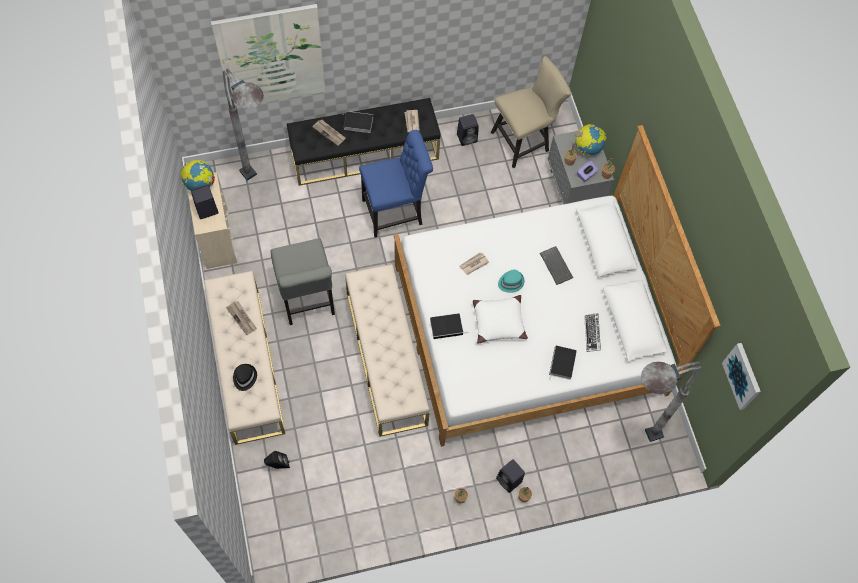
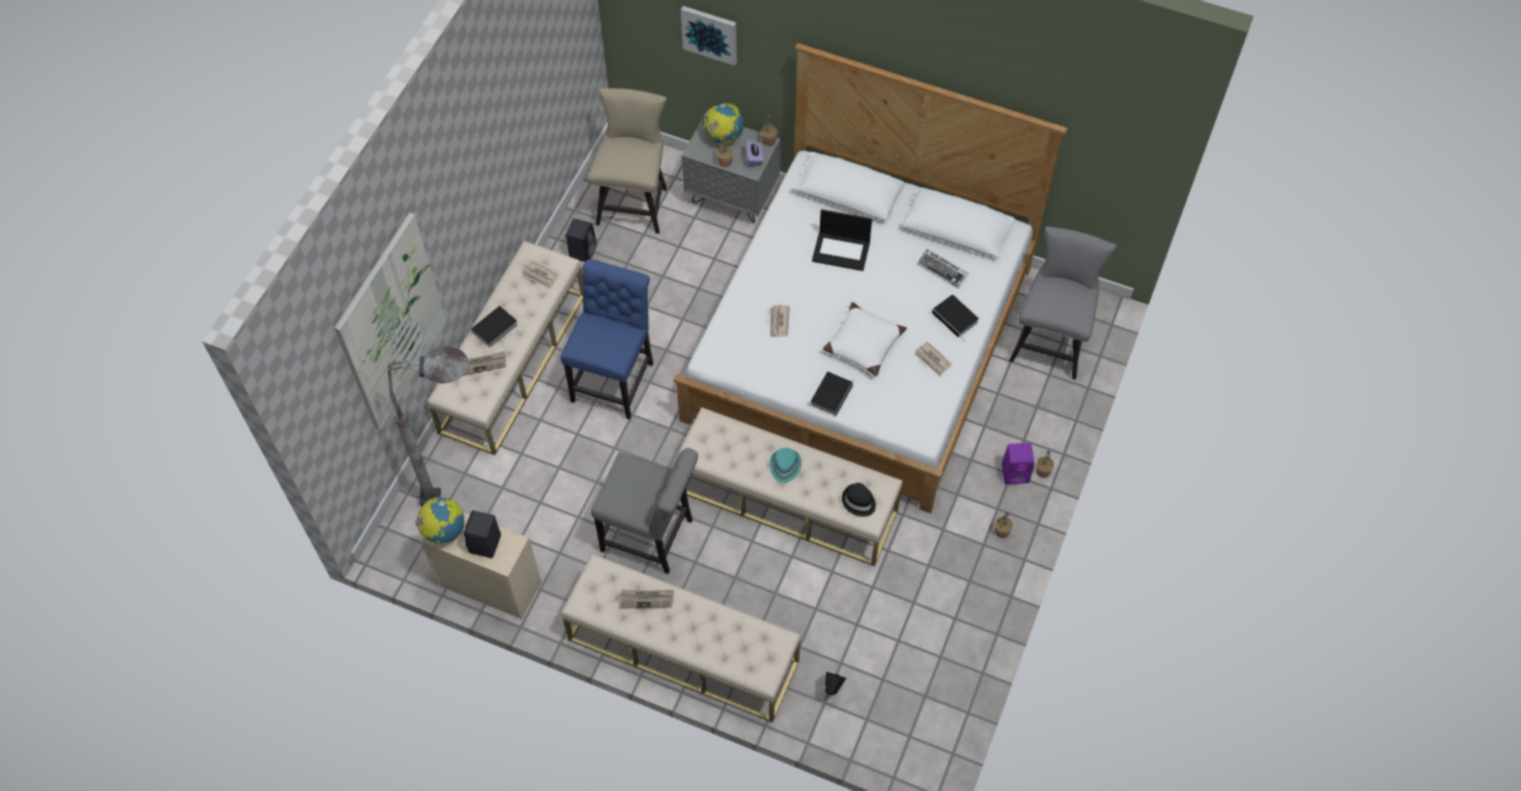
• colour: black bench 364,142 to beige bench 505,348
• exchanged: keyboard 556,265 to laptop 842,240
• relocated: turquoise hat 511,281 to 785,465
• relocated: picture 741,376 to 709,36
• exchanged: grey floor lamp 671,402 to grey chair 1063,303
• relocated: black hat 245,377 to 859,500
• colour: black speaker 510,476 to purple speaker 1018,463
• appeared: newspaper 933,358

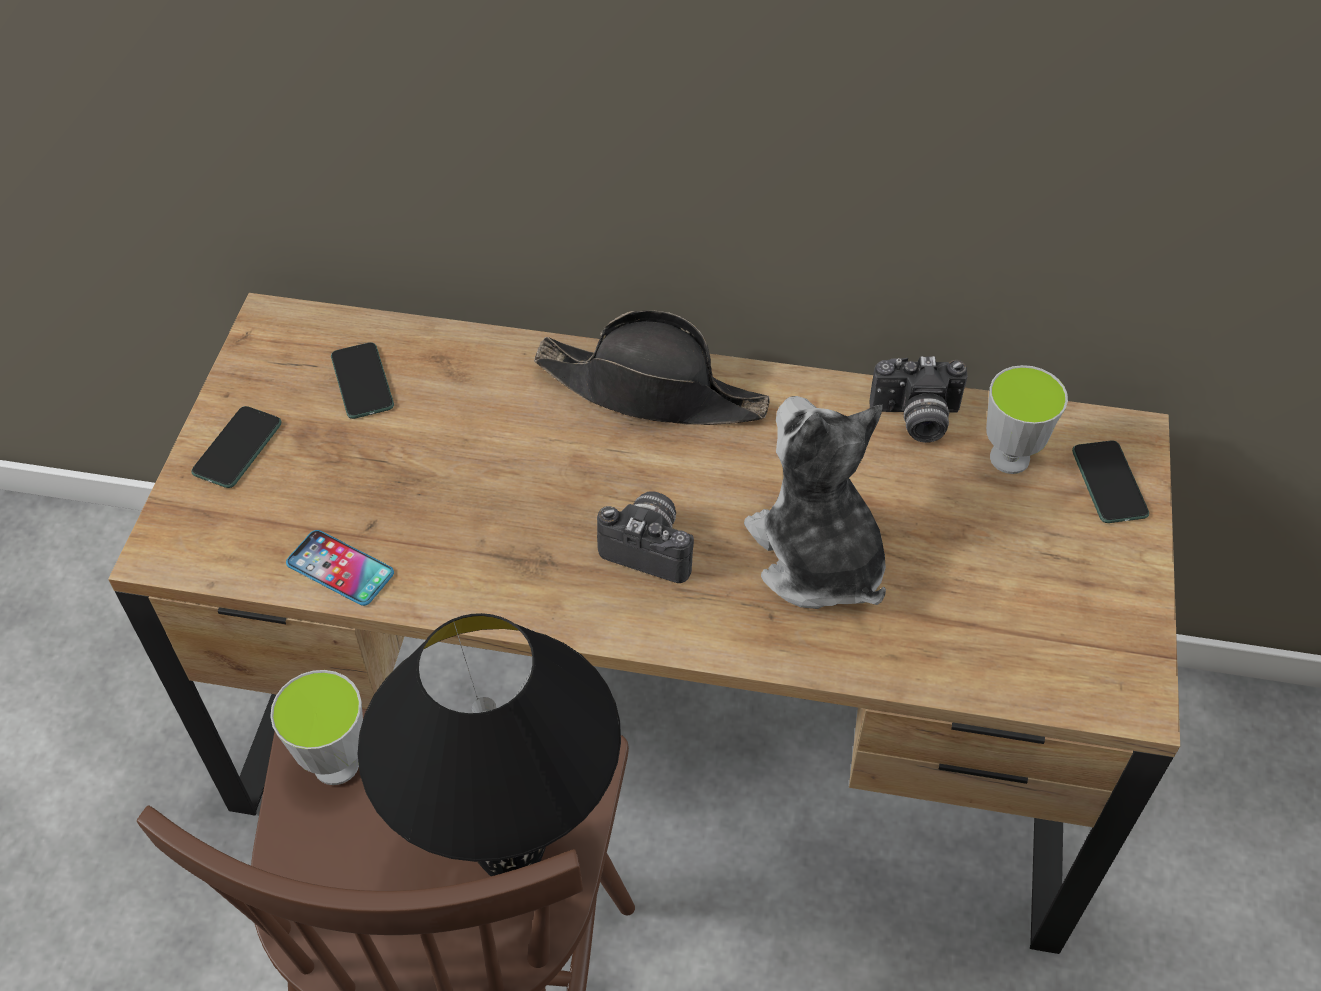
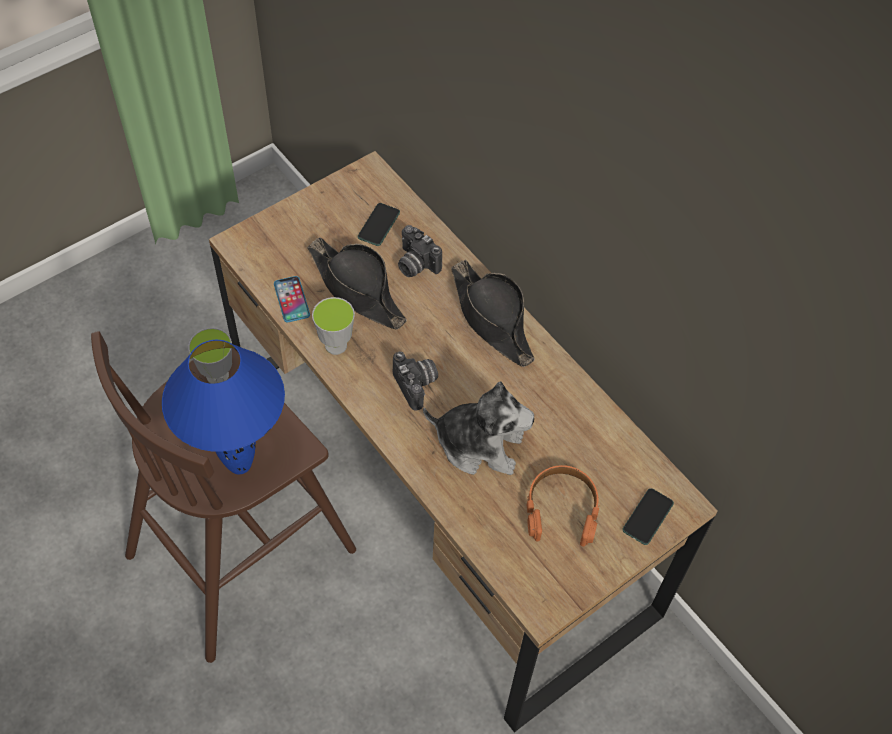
• relocated: photo camera 918,399 to 420,251
• relocated: cup 1027,419 to 333,326
• spun: plush toy 815,502 = 478,428 90 degrees clockwise
• missing: phone 236,447
• colour: black table lamp 489,744 to blue table lamp 223,407
• appeared: black hat 357,283
• appeared: orange headphones 563,506

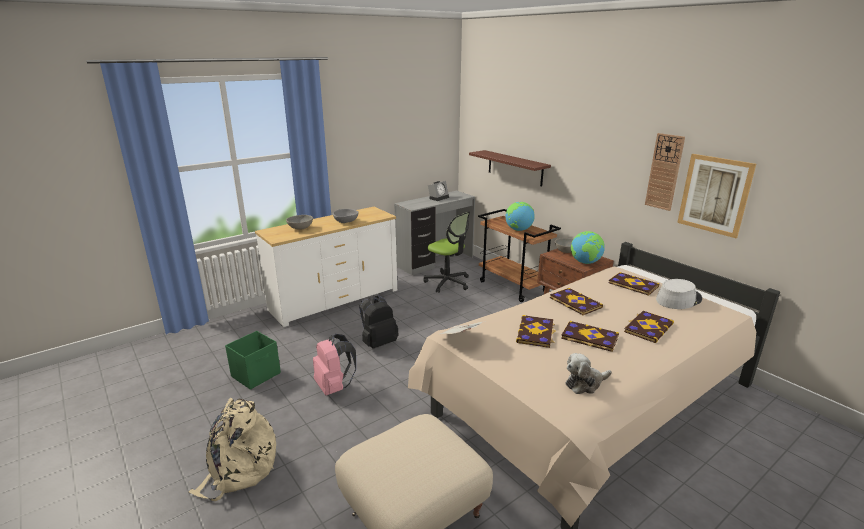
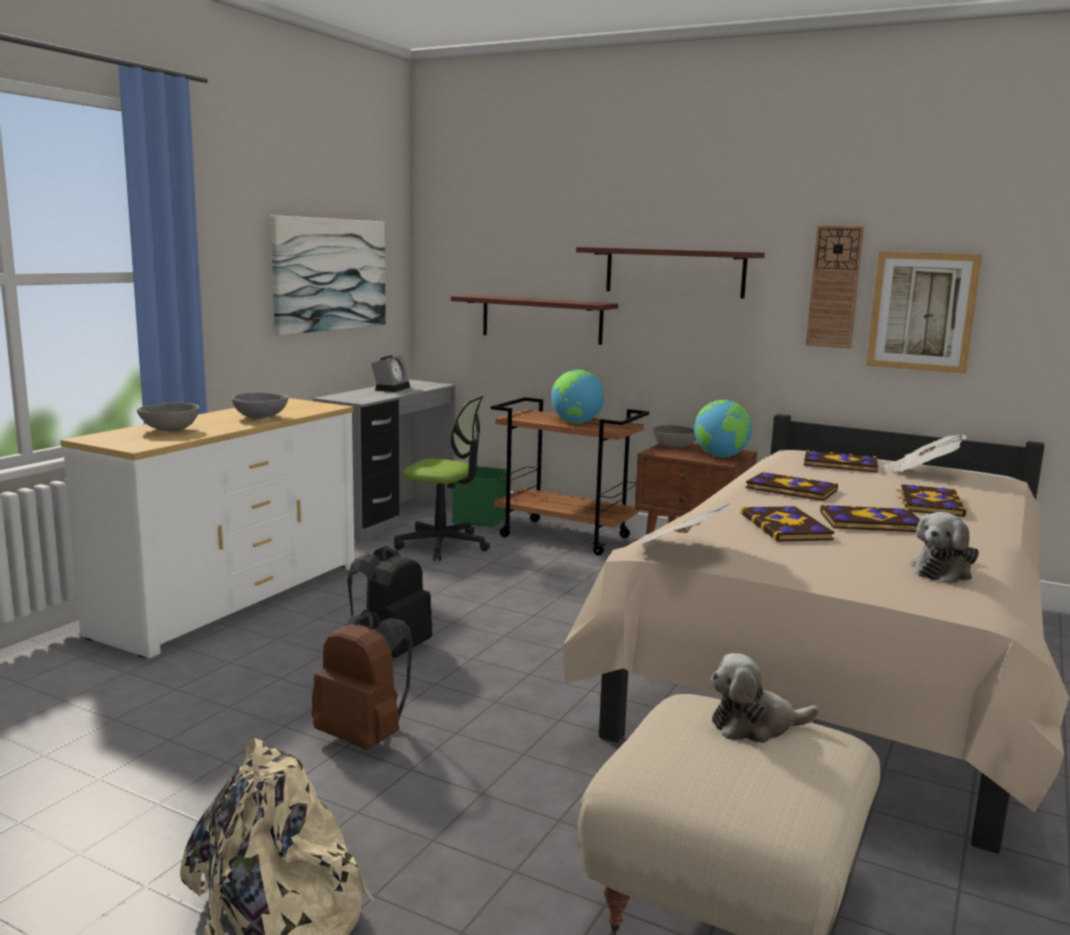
• exchanged: grey hat 679,294 to newspaper 925,453
• relocated: green storage box 253,360 to 479,496
• colour: pink backpack 334,364 to brown backpack 362,680
• appeared: picture 328,275
• appeared: shelf 670,273
• appeared: plush toy 764,698

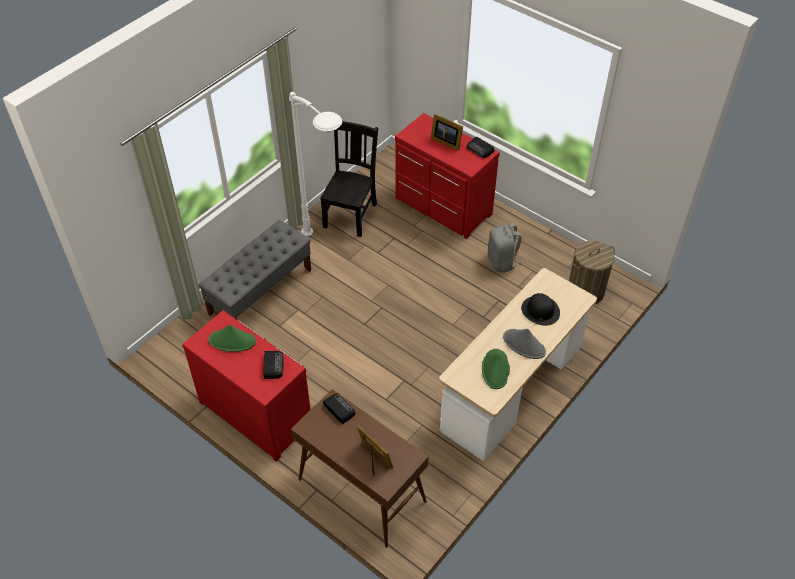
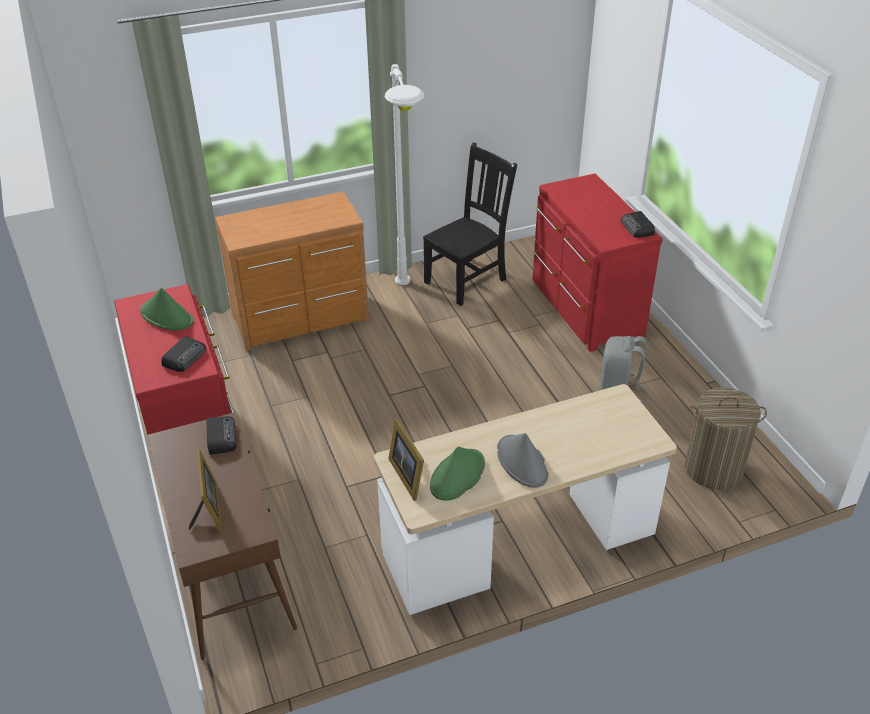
• relocated: picture frame 447,132 to 406,460
• exchanged: grey bench 254,270 to brown dresser 292,271
• missing: black hat 540,309

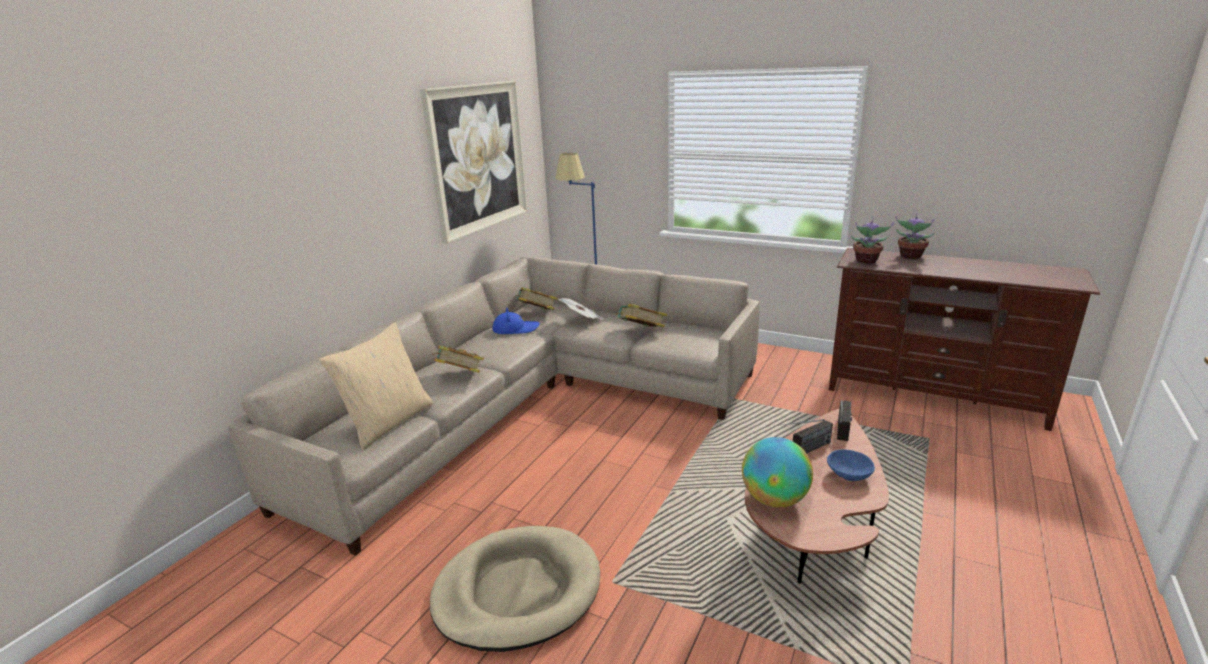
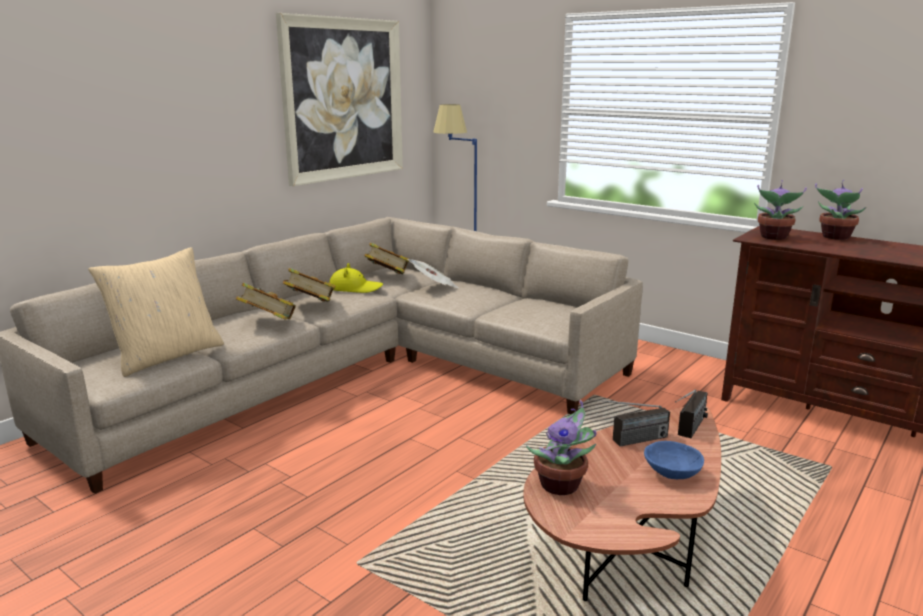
• relocated: book 642,315 to 309,285
• colour: blue hat 516,321 to yellow hat 356,278
• exchanged: globe 777,472 to potted plant 561,447
• missing: beige dog bed 515,589

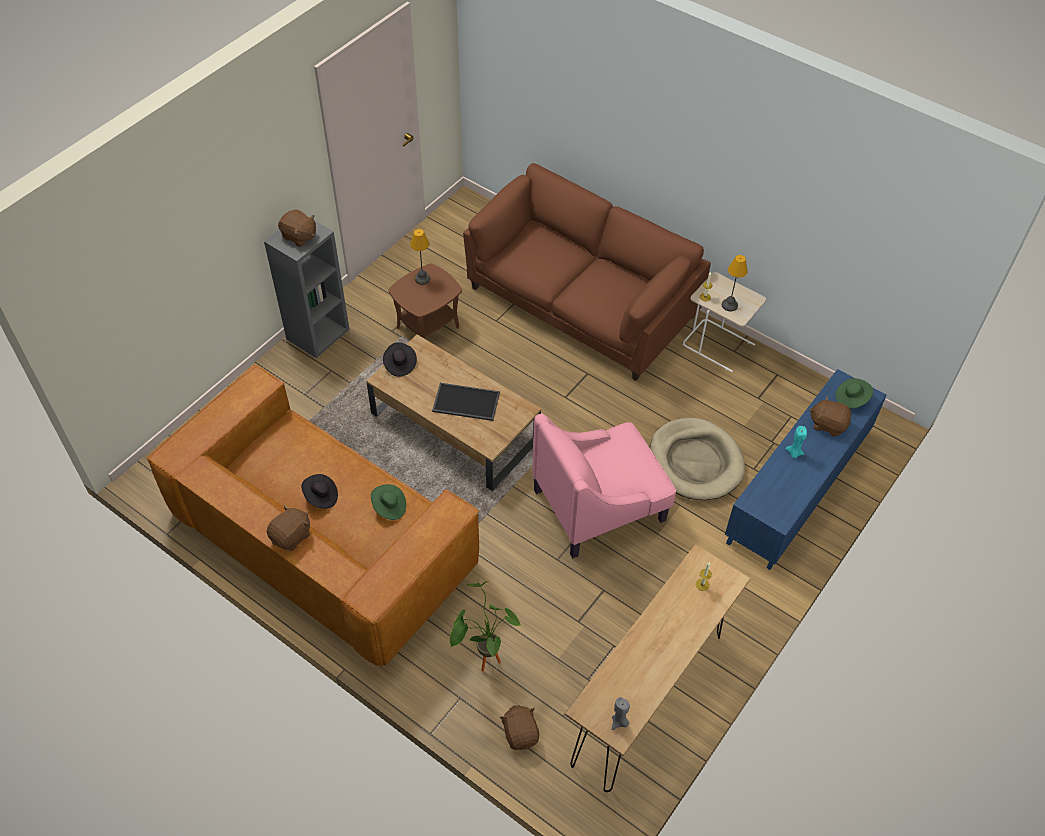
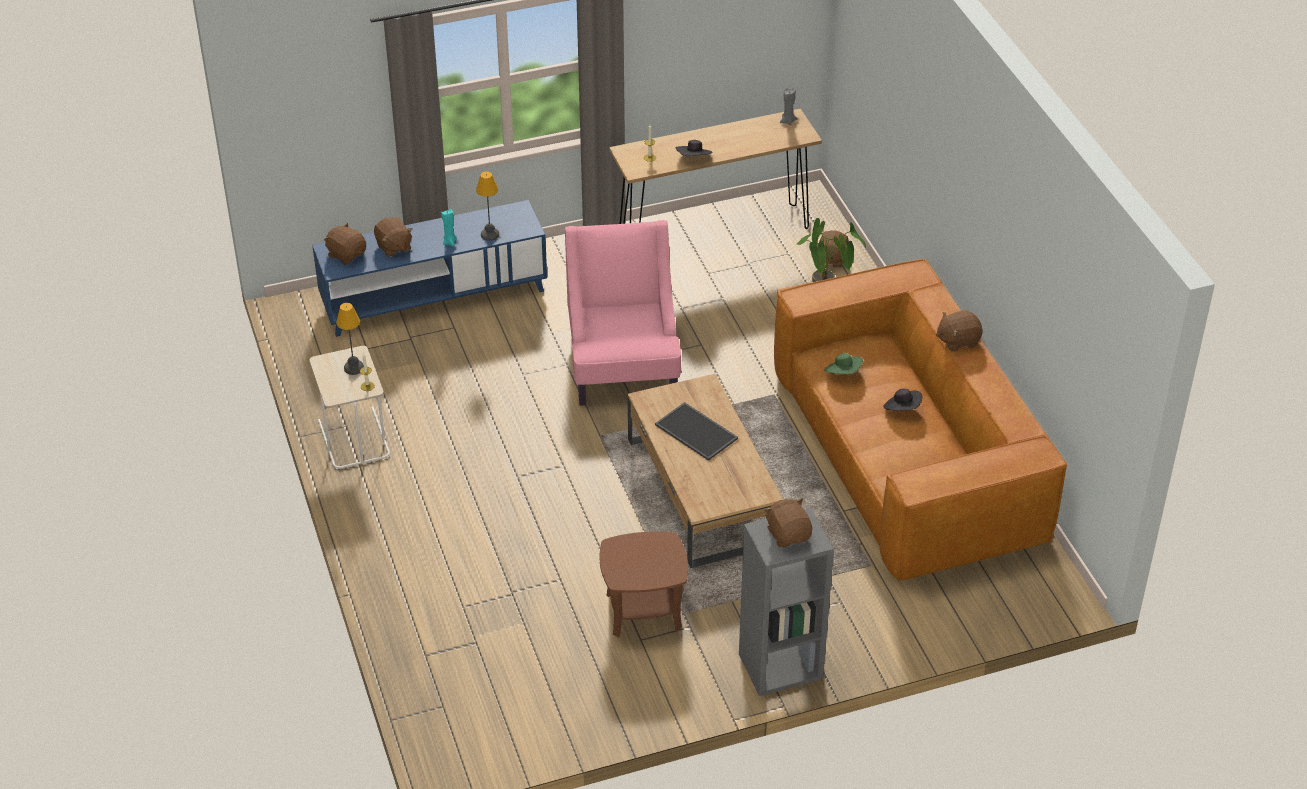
• missing: brown sofa 587,272
• relocated: table lamp 420,257 to 487,206
• relocated: black hat 400,360 to 694,148
• exchanged: green hat 854,393 to brown plush toy 345,244
• spun: pink armchair 604,486 = 623,313 105 degrees counterclockwise
• missing: beige dog bed 697,459

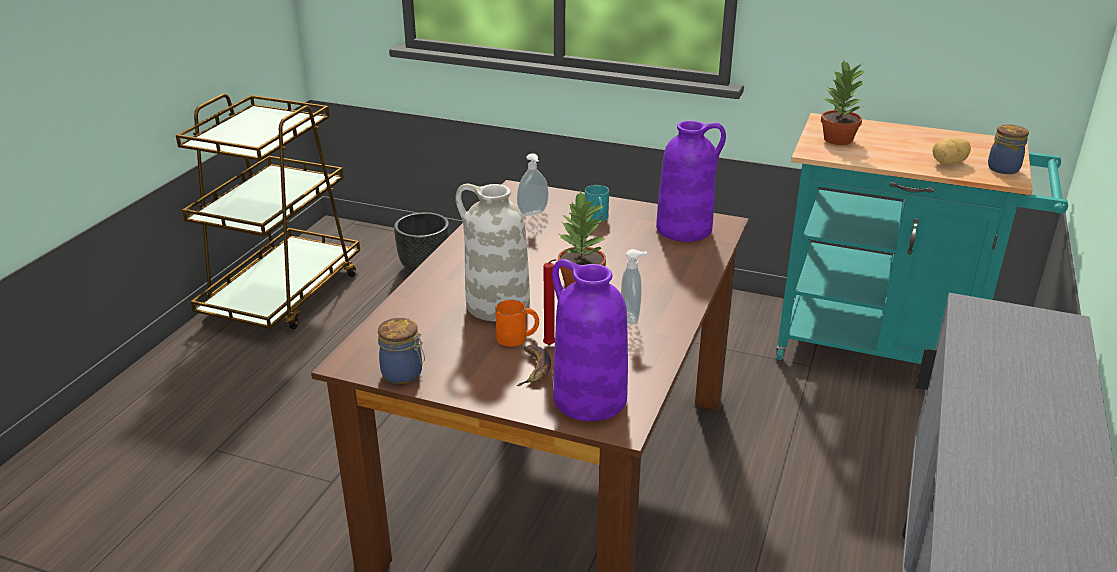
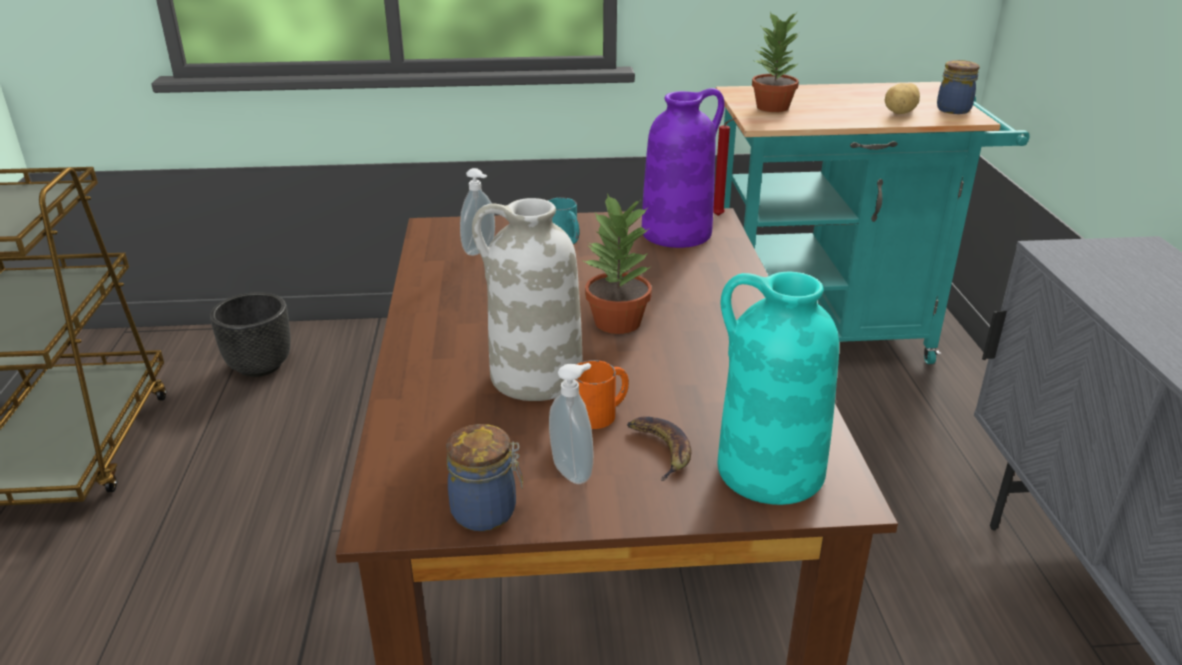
• relocated: soap dispenser 634,286 to 571,423
• relocated: red candle 549,302 to 724,167
• colour: purple vase 590,340 to turquoise vase 778,388

